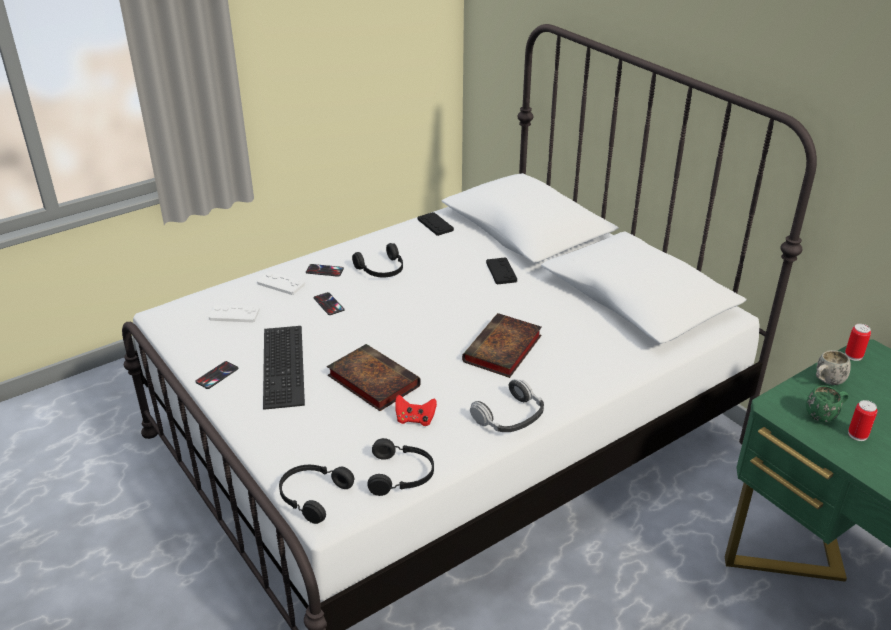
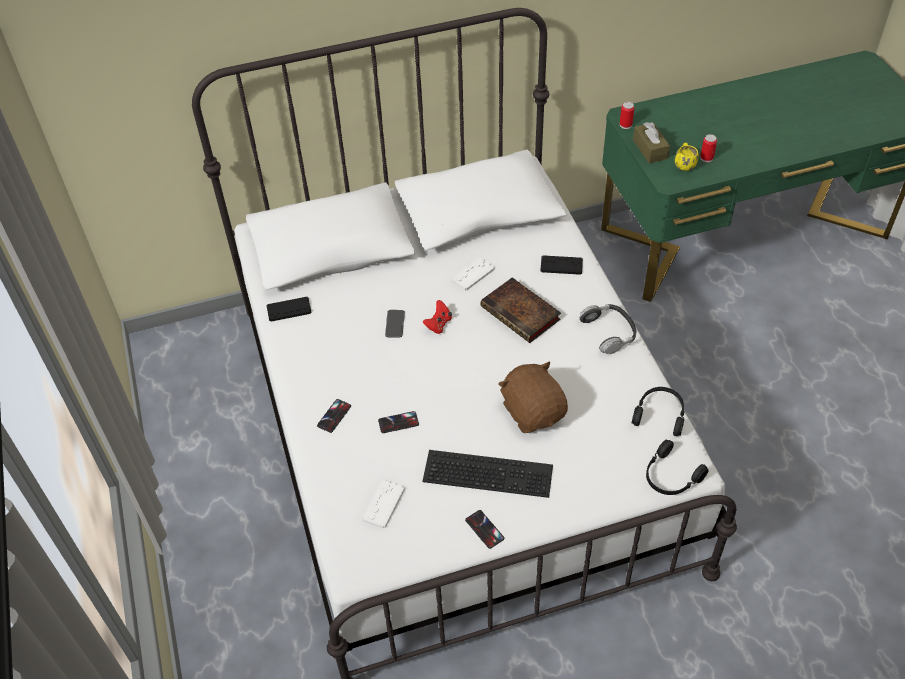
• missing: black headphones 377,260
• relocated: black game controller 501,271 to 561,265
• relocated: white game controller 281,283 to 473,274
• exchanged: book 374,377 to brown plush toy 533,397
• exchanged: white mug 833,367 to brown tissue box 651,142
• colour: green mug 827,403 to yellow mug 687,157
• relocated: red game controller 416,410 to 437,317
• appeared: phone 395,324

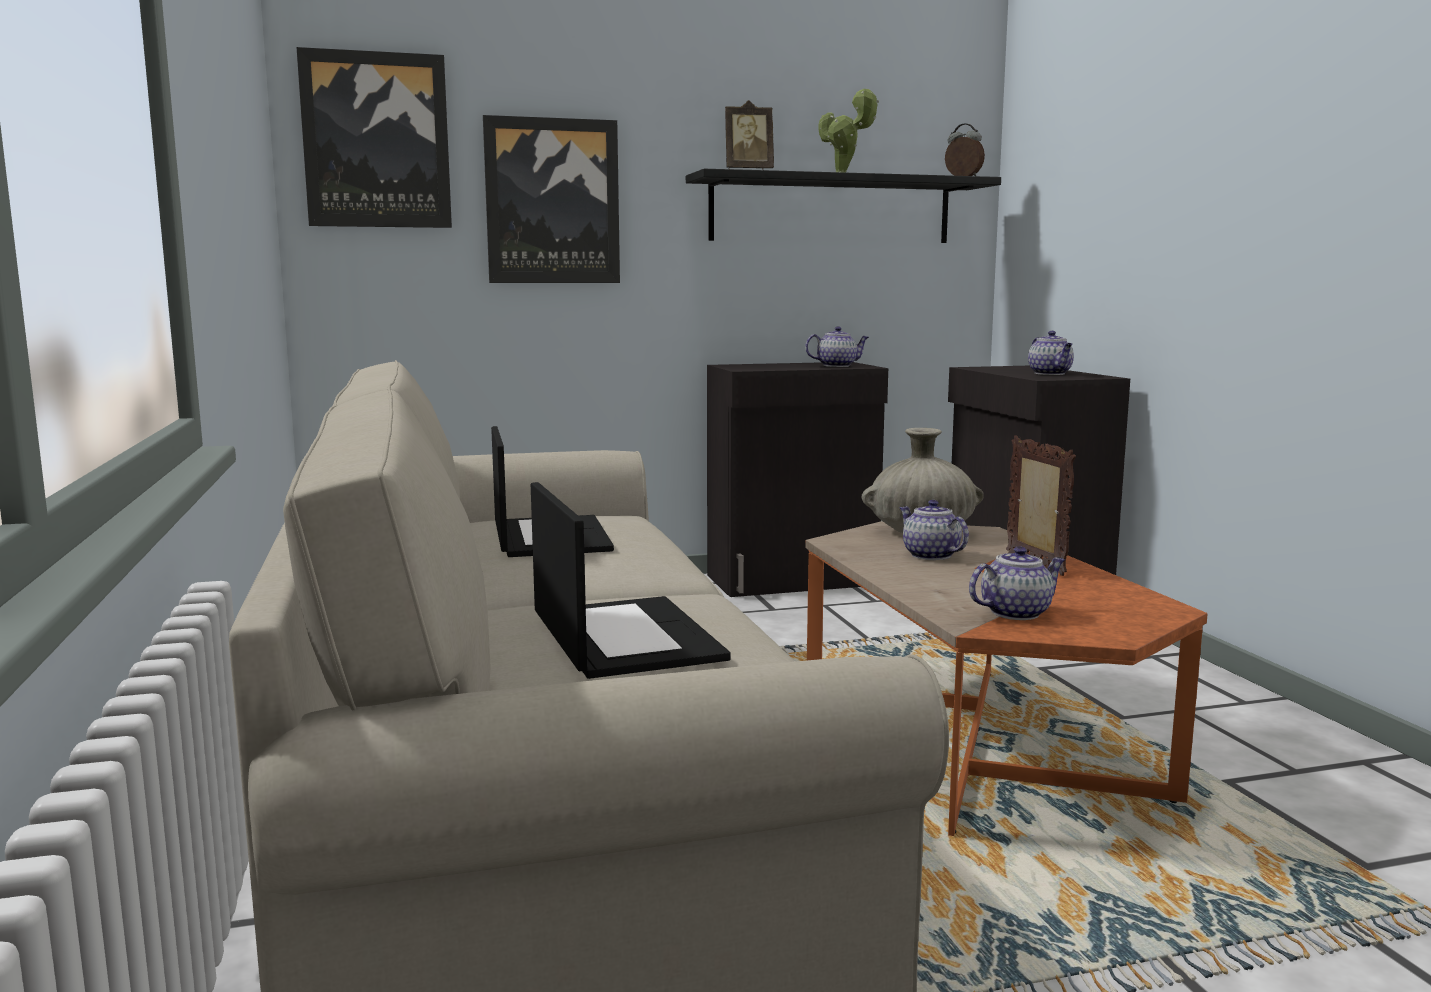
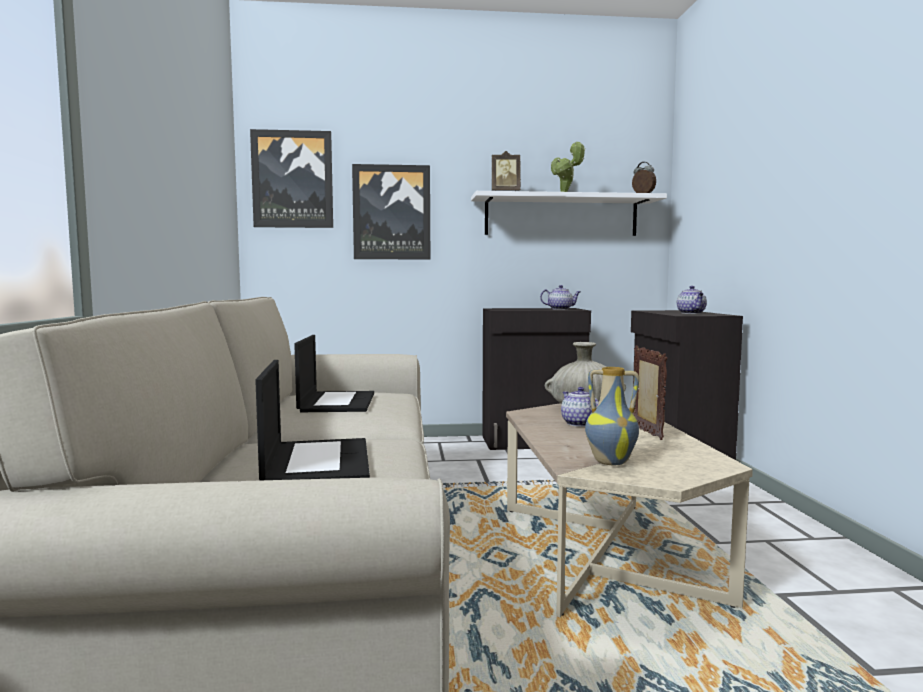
• colour: black shelf 843,206 to white shelf 569,213
• colour: orange coffee table 1007,678 to beige coffee table 629,510
• exchanged: teapot 1017,583 to vase 612,416

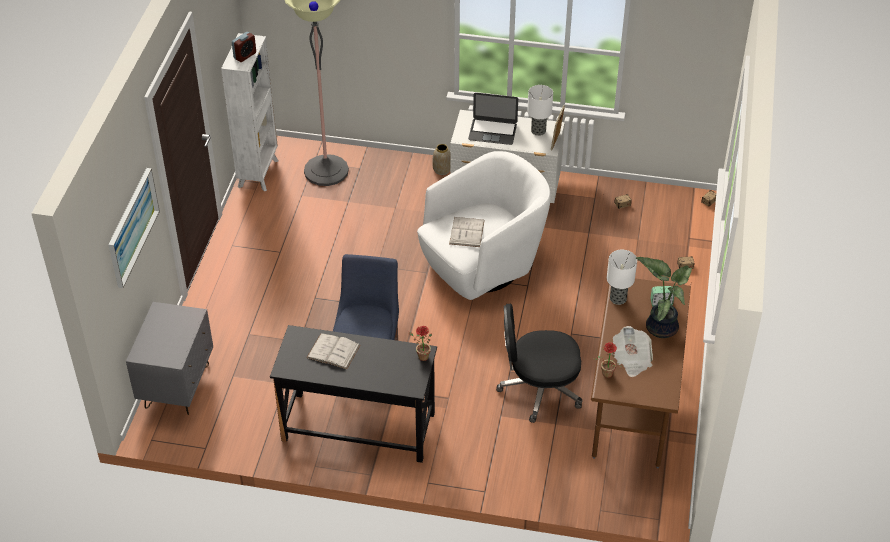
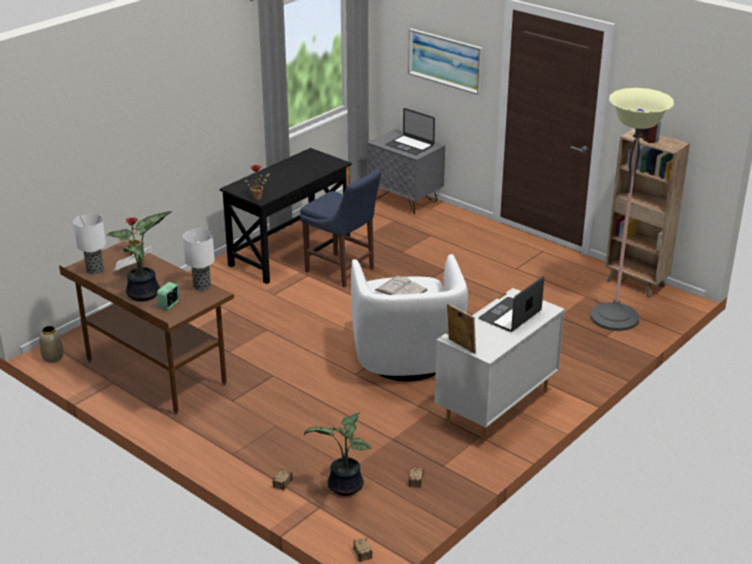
• colour: white bookcase 250,112 to brown bookcase 647,213
• relocated: table lamp 540,110 to 89,244
• relocated: vase 441,159 to 51,344
• missing: black office chair 539,363
• missing: white book 333,351
• appeared: laptop 410,131
• appeared: potted plant 338,454

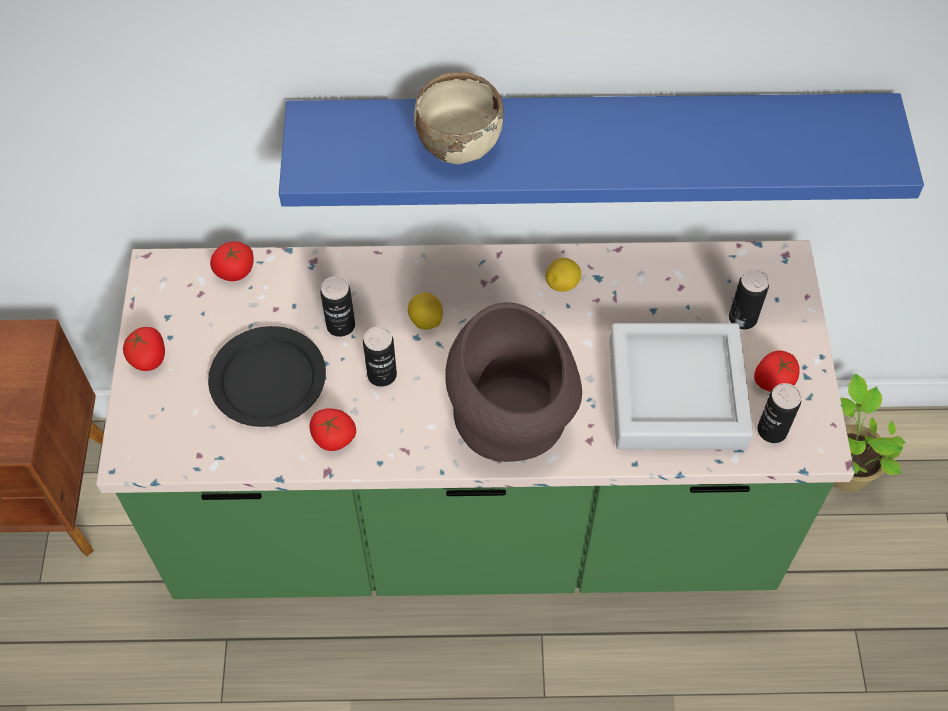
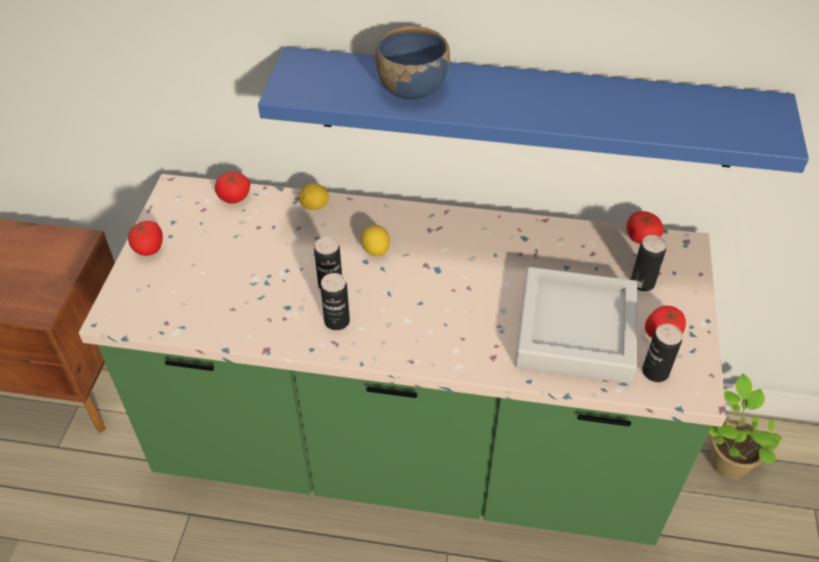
• colour: beige bowl 459,118 to blue bowl 413,63
• relocated: lemon 563,275 to 314,196
• relocated: can 337,306 to 335,301
• missing: brown vase 513,382
• missing: black plate 267,376
• relocated: tomato 333,429 to 645,227

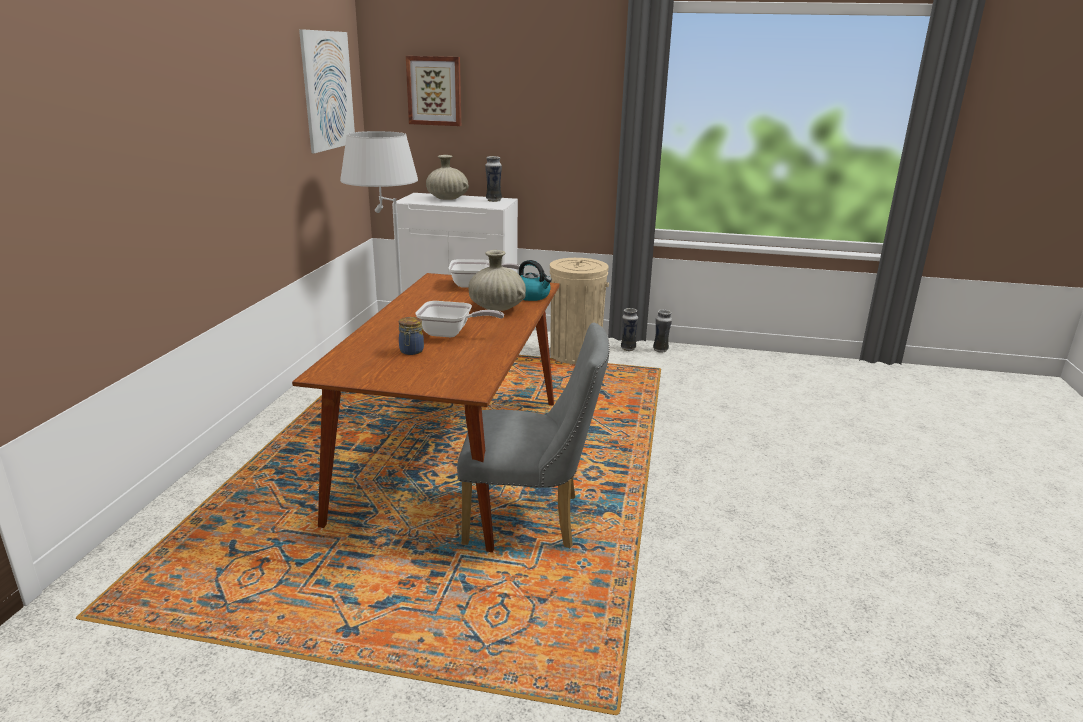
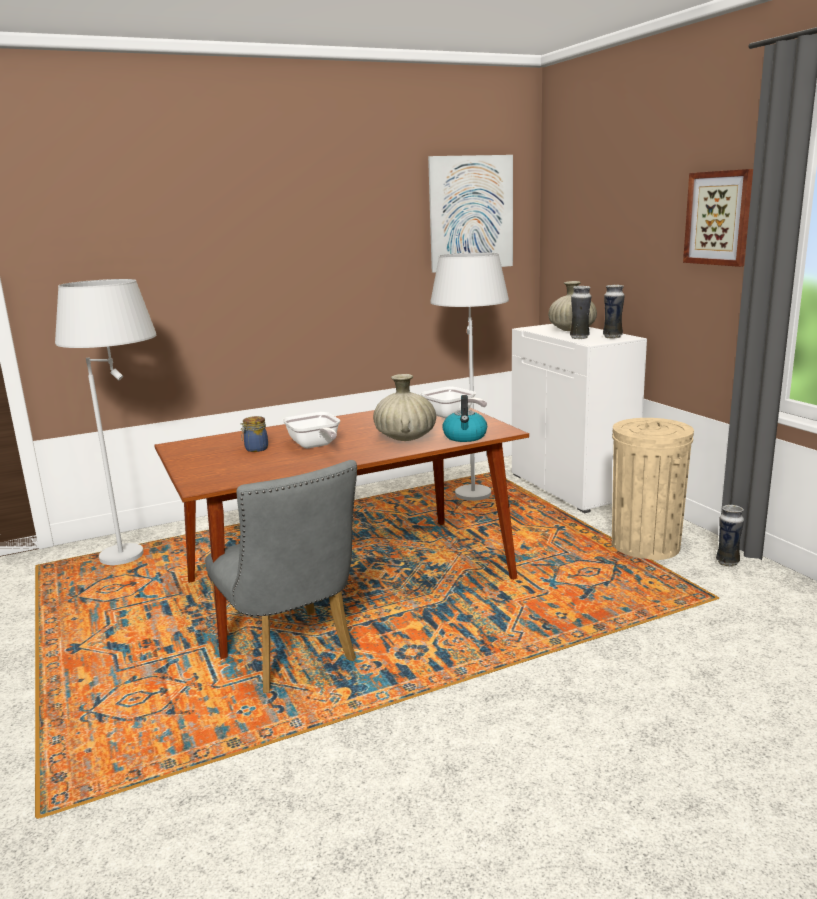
• relocated: picture 433,91 to 718,218
• relocated: vase 662,331 to 580,312
• appeared: white floor lamp 105,422

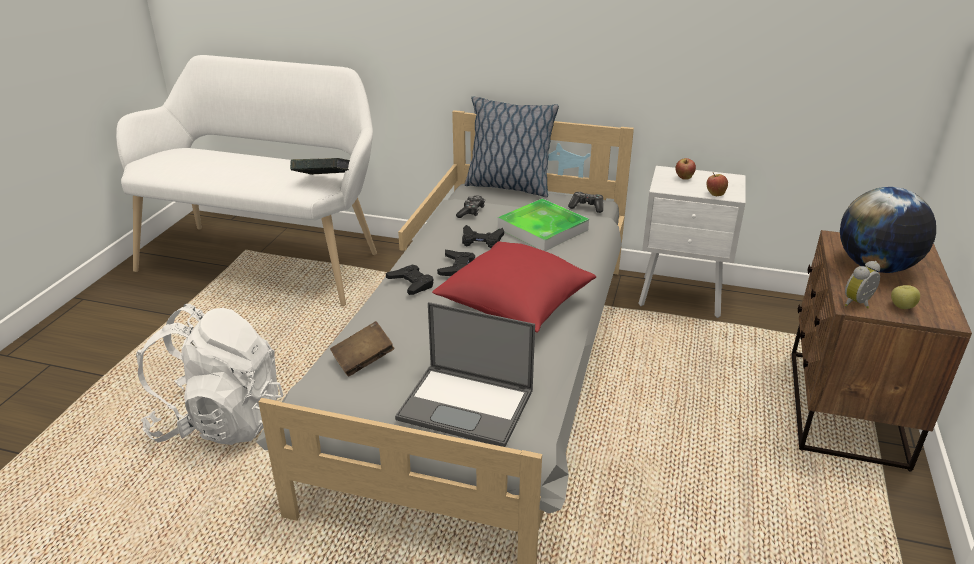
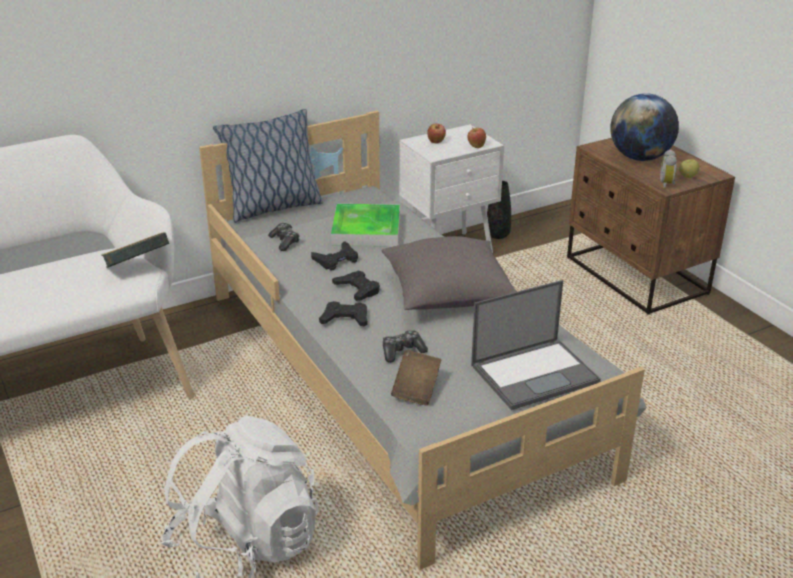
• relocated: game controller 585,202 to 405,346
• colour: red pillow 514,287 to grey pillow 449,273
• appeared: black vase 499,210

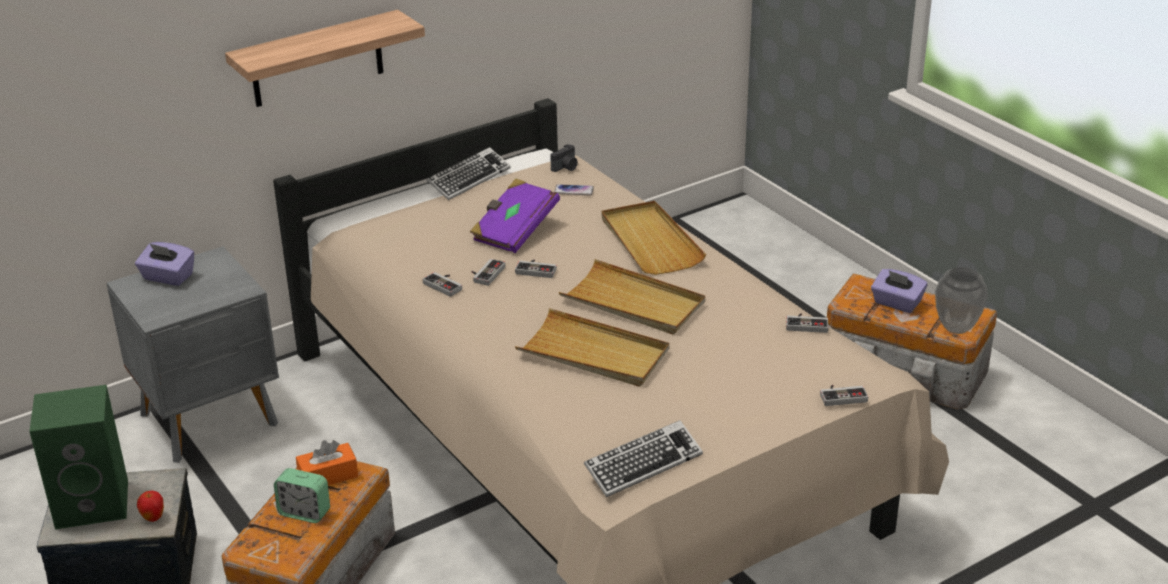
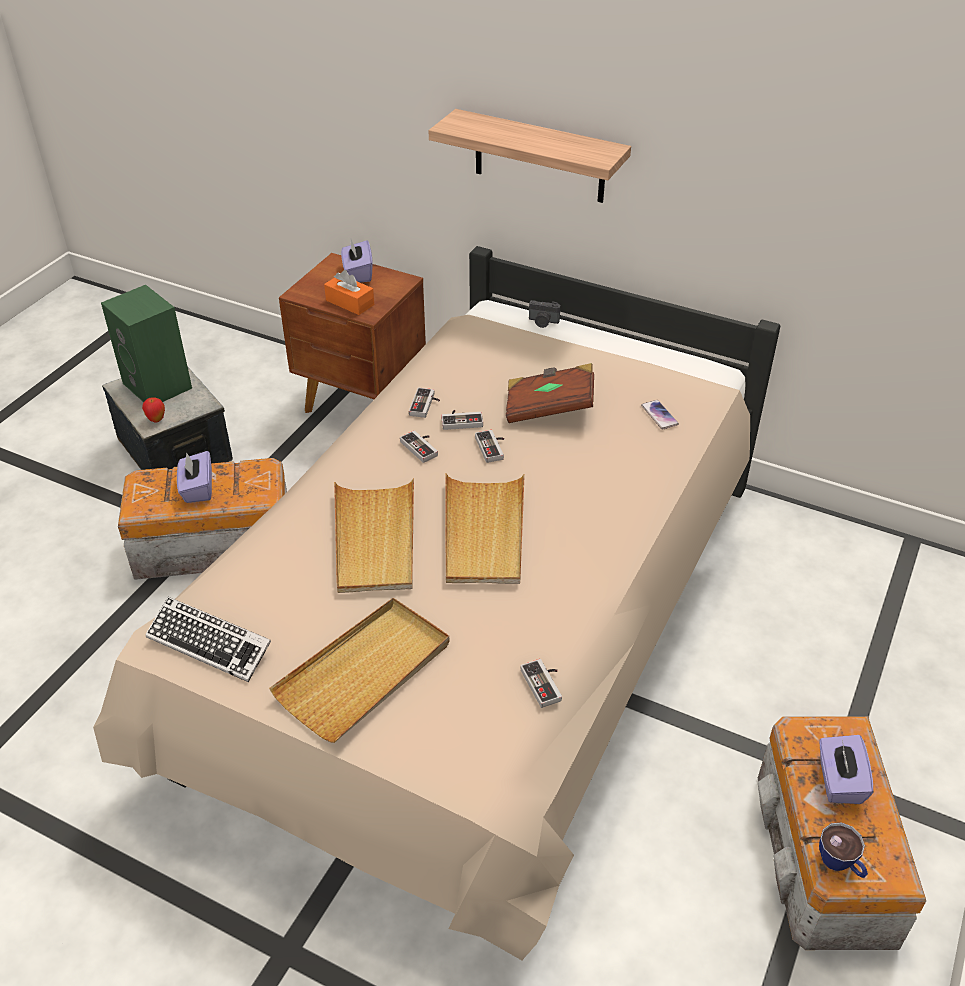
• relocated: photo camera 564,158 to 544,314
• missing: keyboard 469,173
• colour: purple book 515,215 to brown book 550,393
• relocated: beige tray 654,238 to 359,670
• colour: grey nightstand 193,354 to brown nightstand 352,333
• exchanged: vase 961,300 to cup 843,850
• relocated: game controller 844,395 to 419,446
• relocated: orange tissue box 327,462 to 349,292
• exchanged: alarm clock 302,495 to purple tissue box 194,477

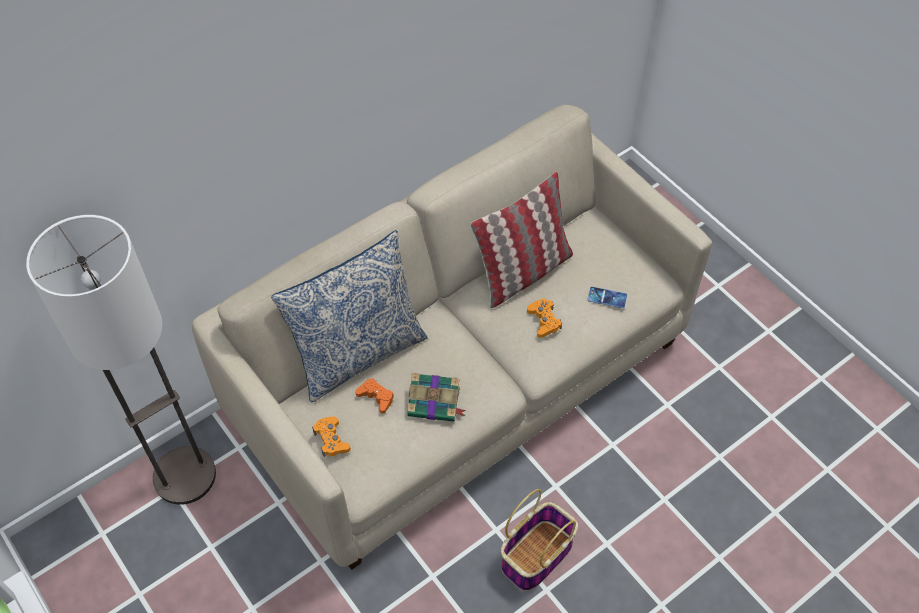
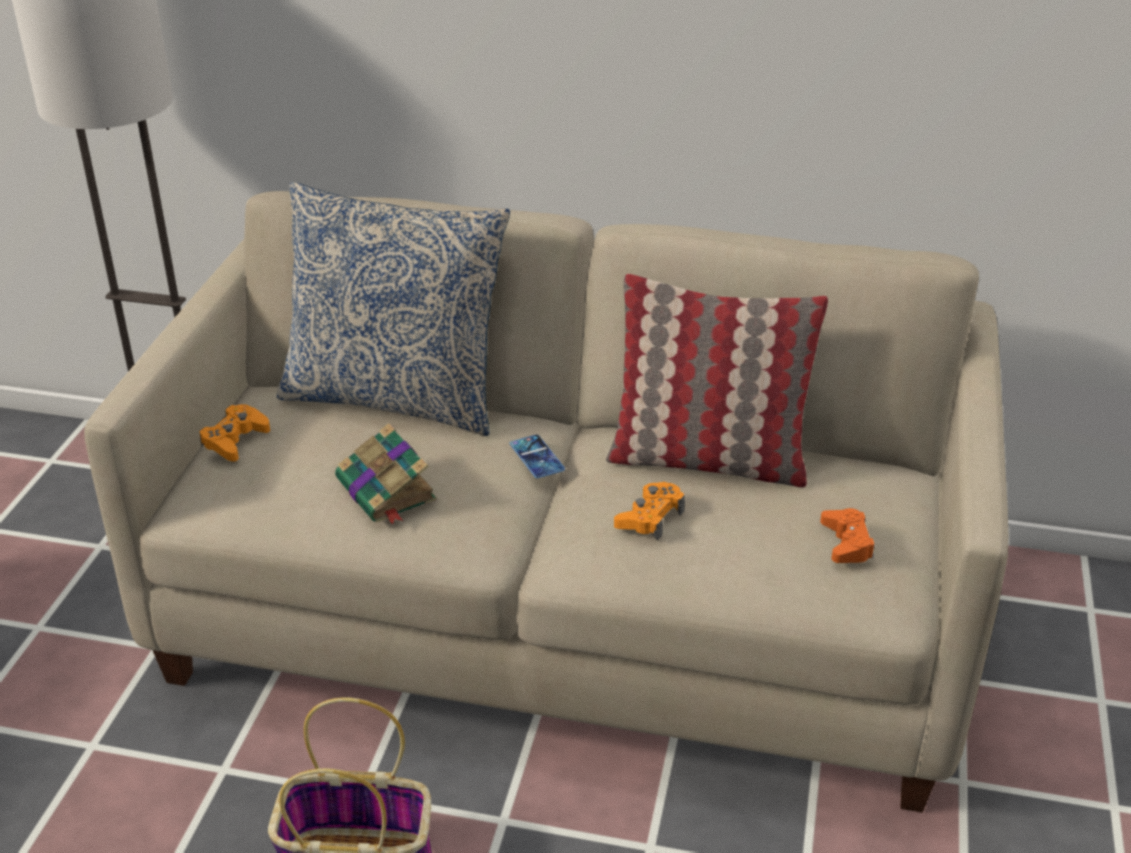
• relocated: phone 607,297 to 537,456
• relocated: orange game controller 374,396 to 847,535

